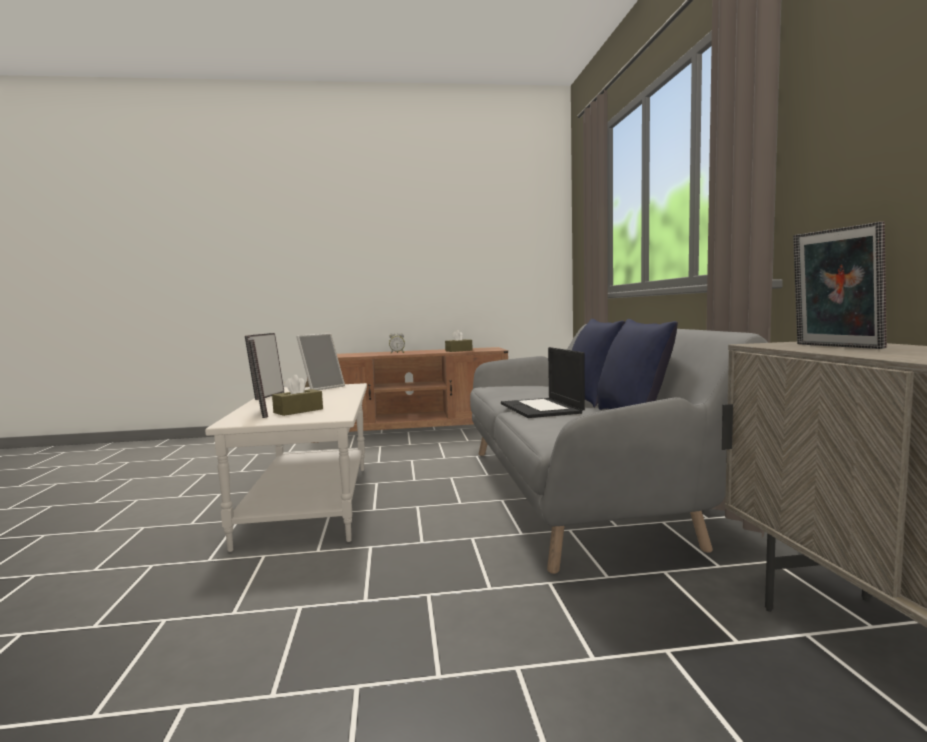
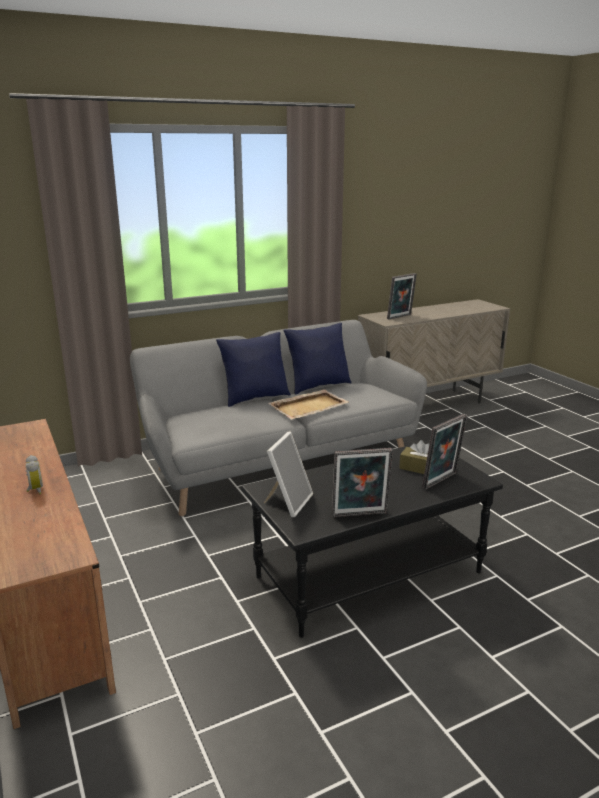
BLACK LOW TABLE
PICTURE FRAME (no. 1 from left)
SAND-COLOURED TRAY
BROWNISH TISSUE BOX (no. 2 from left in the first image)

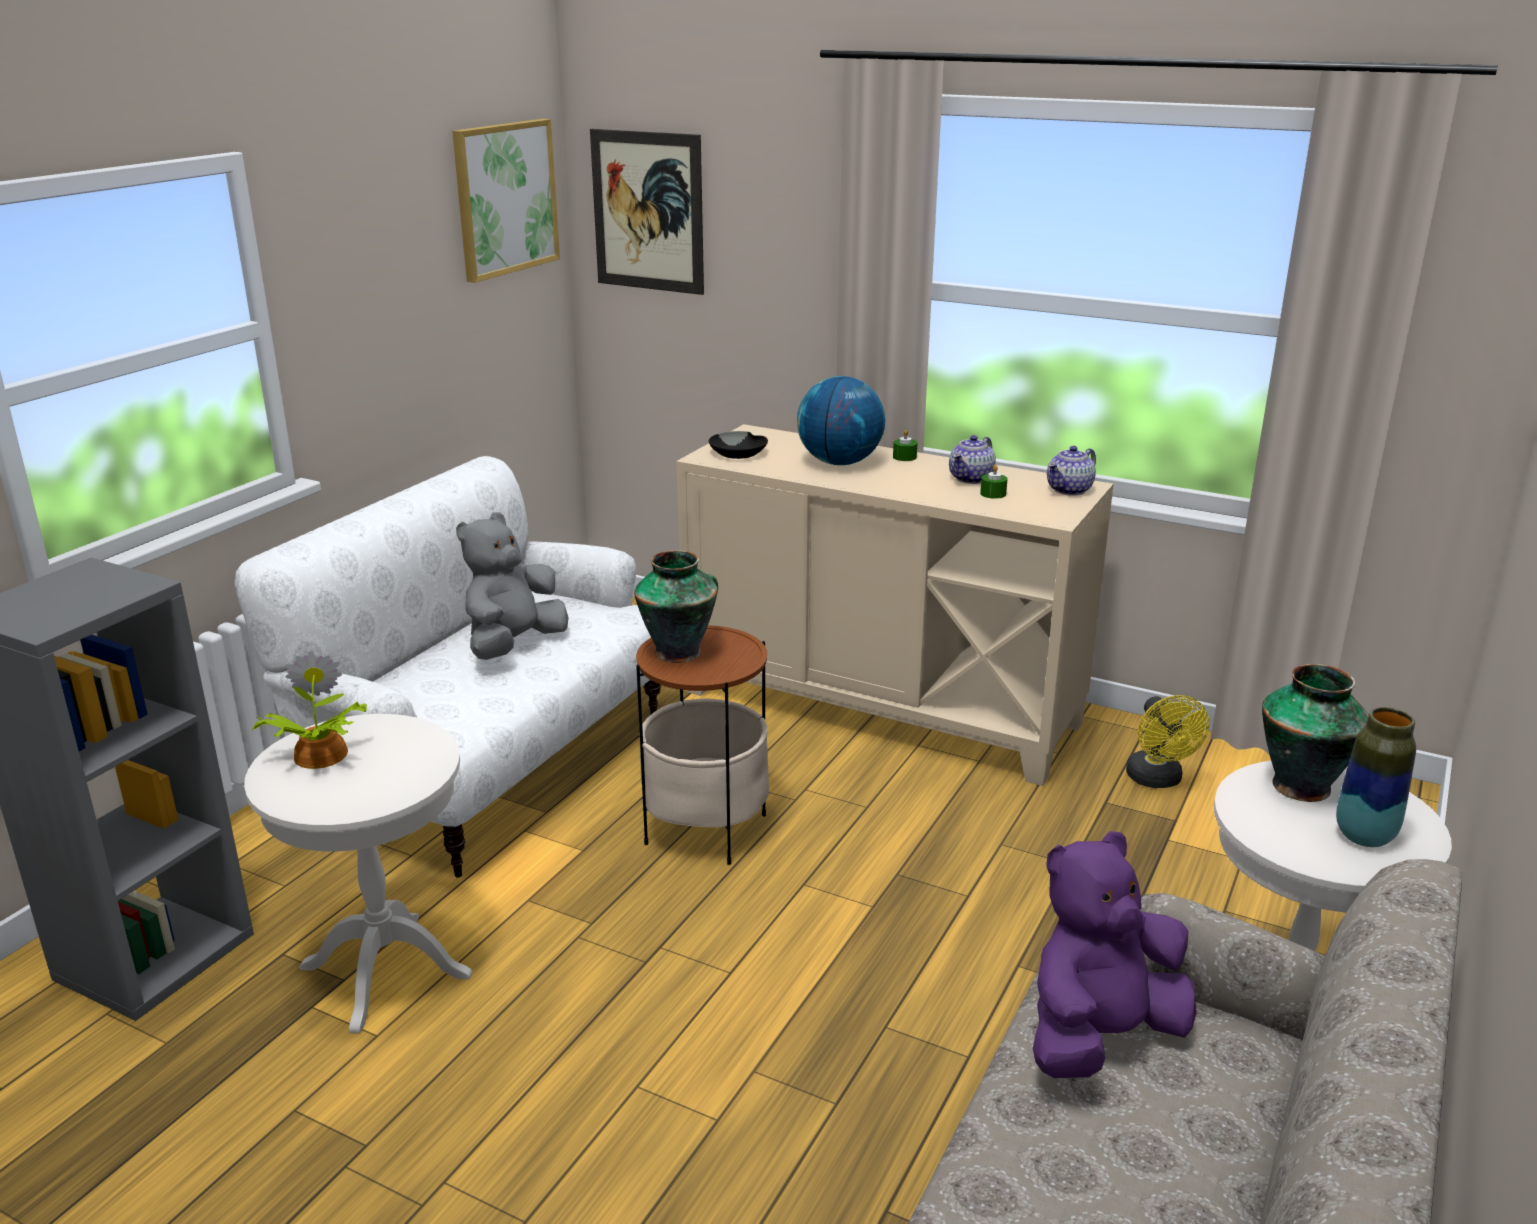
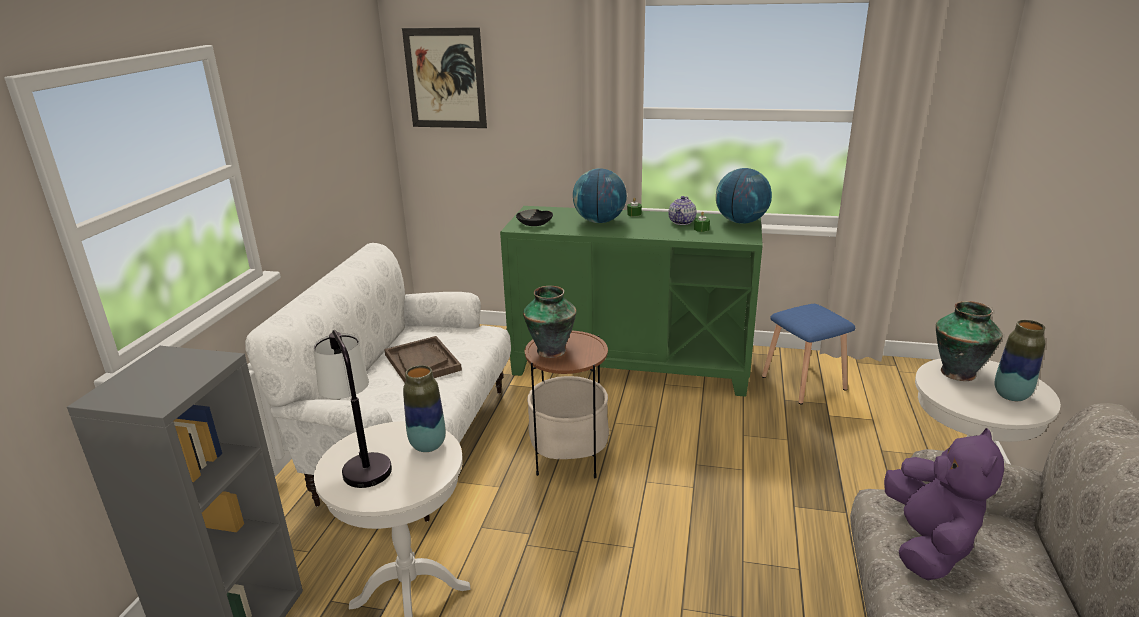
TABLE LAMP
BROWNISH TRAY
VASE (no. 1 from left)
GREENISH CABINET
WORLD GLOBE (no. 2 from left)
BLUE-COLOURED STOOL SEAT
PURPLISH PLUSH TOY
WALL ART (no. 1 from left in the first image)

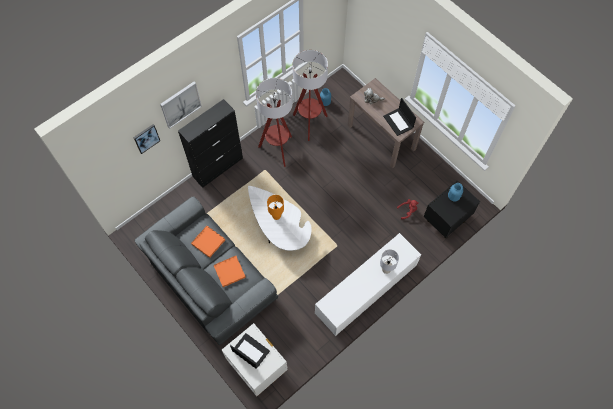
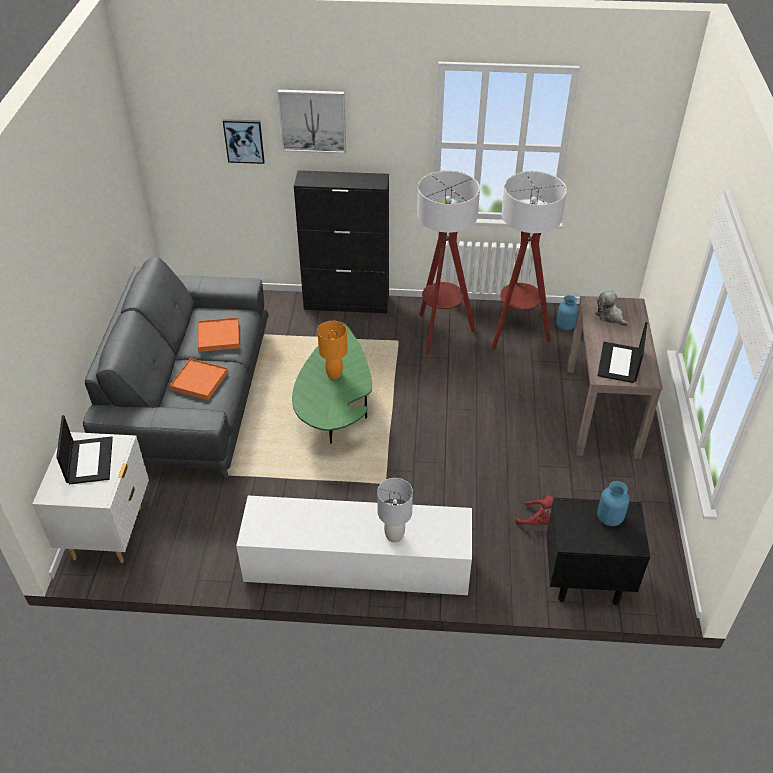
GREENISH LOW TABLE

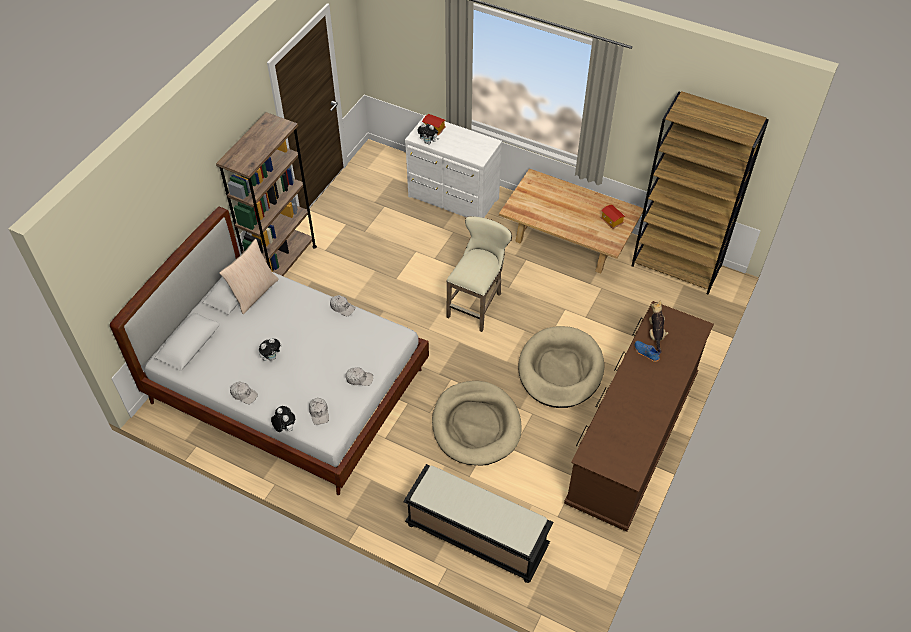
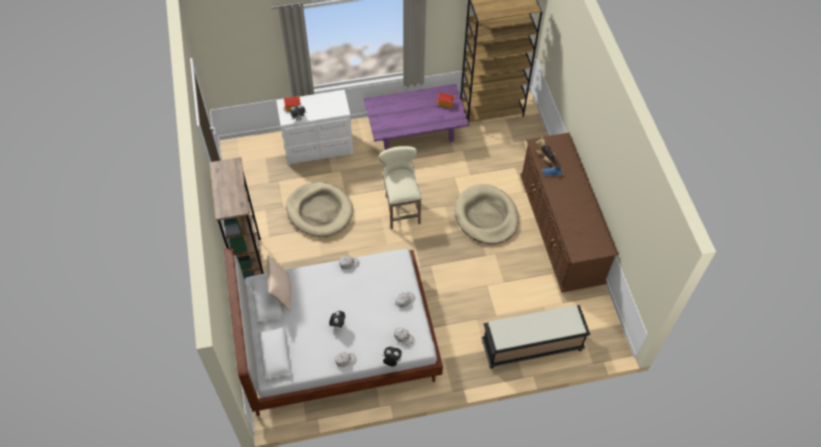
SAND-COLOURED DOG BED (no. 1 from left)
PURPLISH LOW TABLE

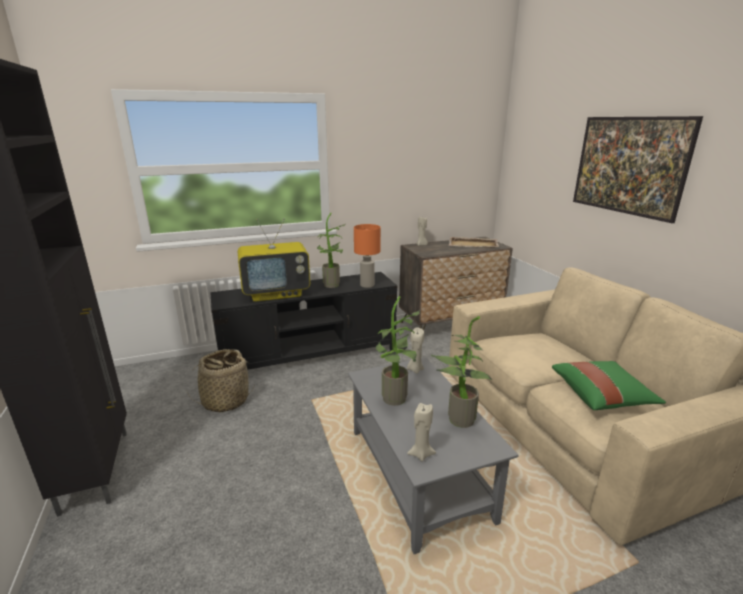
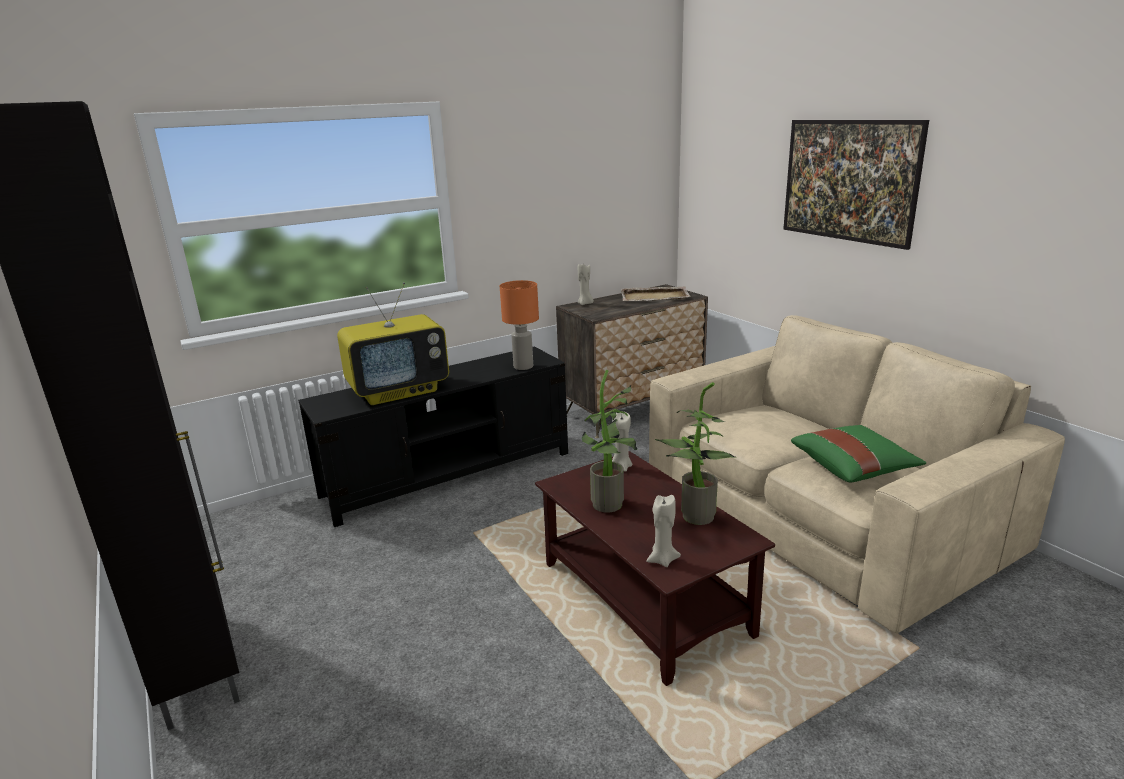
BROWNISH LOW TABLE
HOUSEHOLD BASKET
POTTED PLANT (no. 1 from left in the first image)

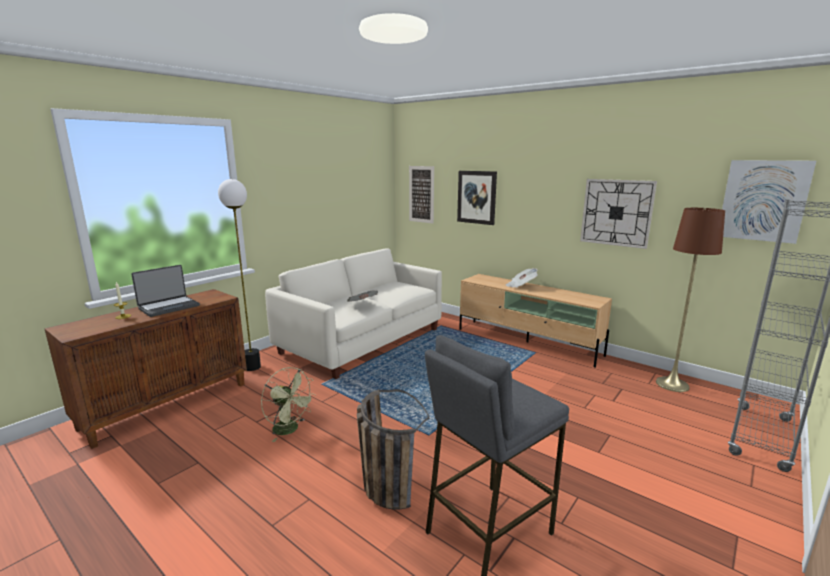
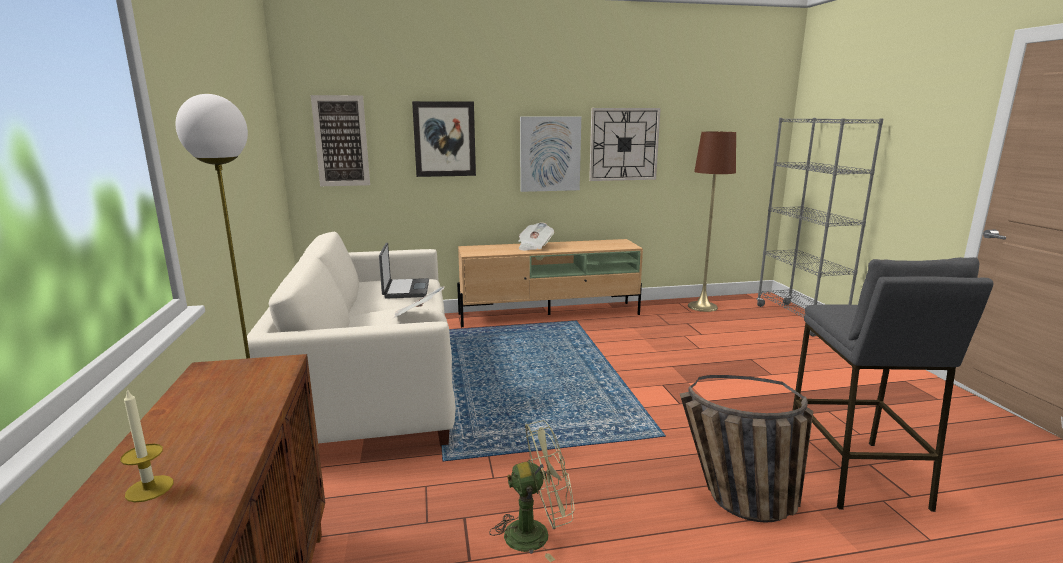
LAPTOP
WALL ART (no. 3 from left)

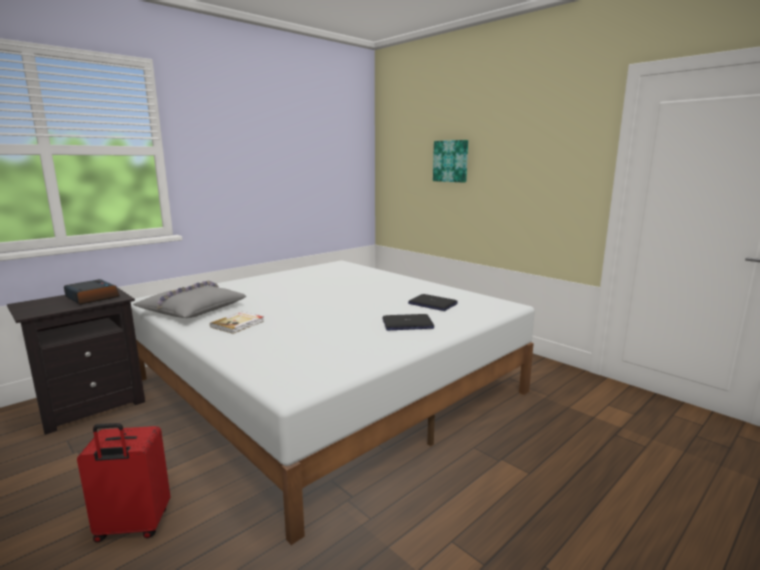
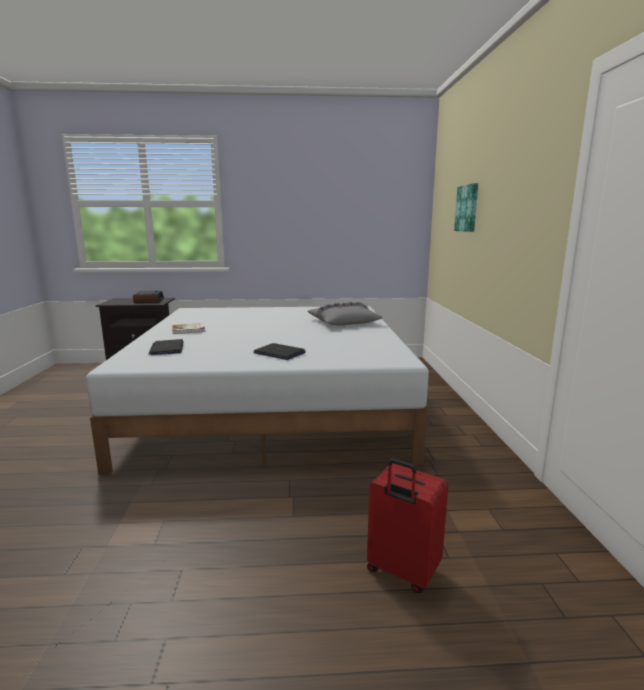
LAPTOP (no. 1 from left)
GREY PILLOW
RED TRAVEL CASE

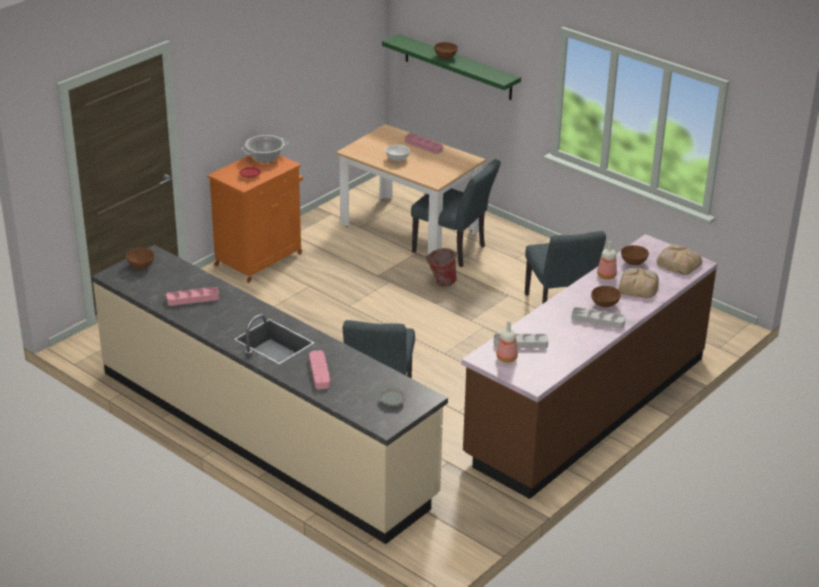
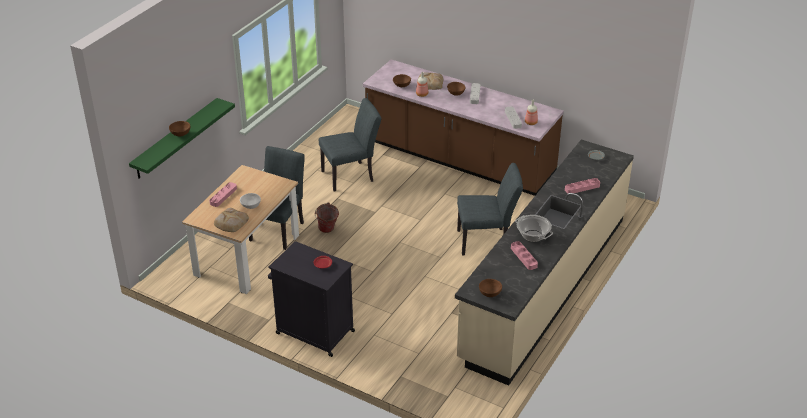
BREAD (no. 1 from left)
BLACK CABINET
COOKING POT

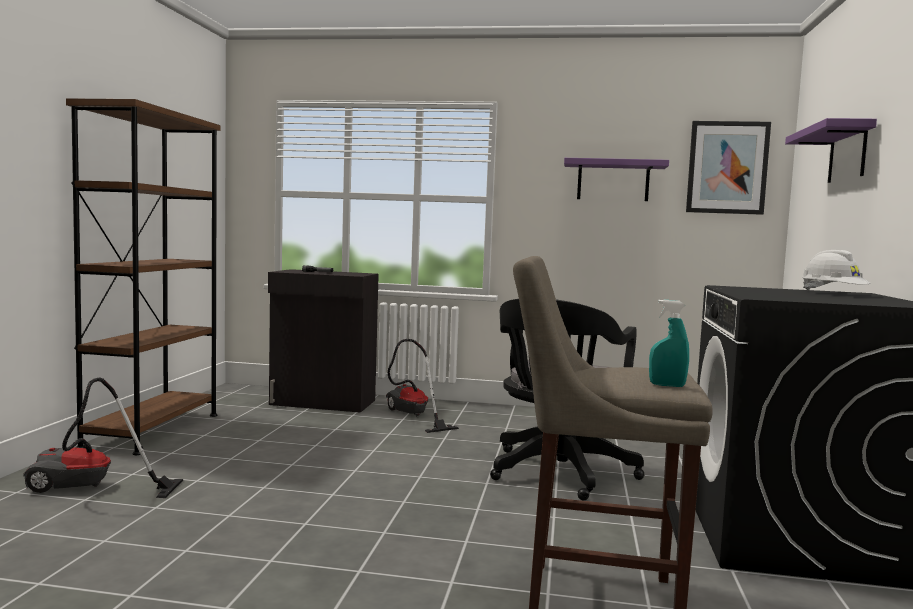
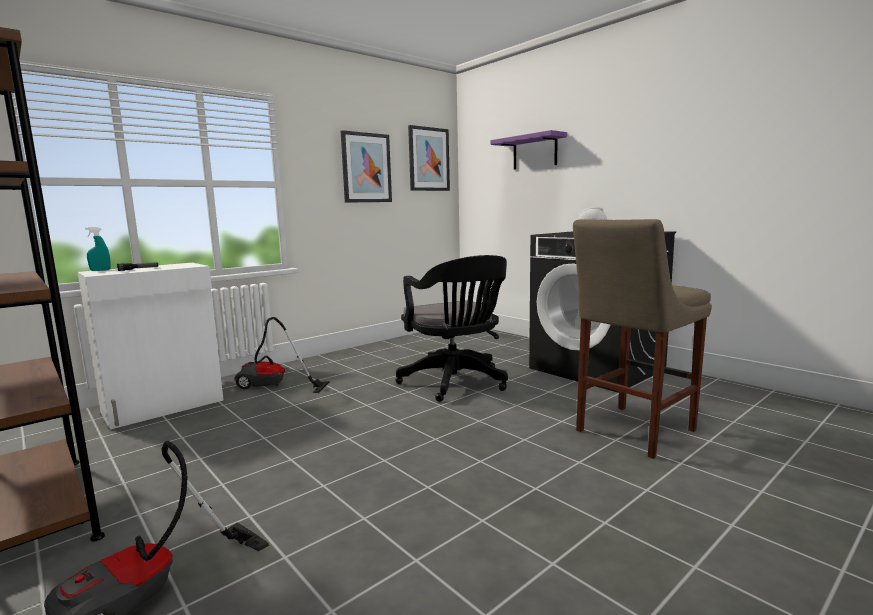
WHITE-COLOURED CABINET
TURQUOISE SPRAYER
WALL ART (no. 1 from left)

